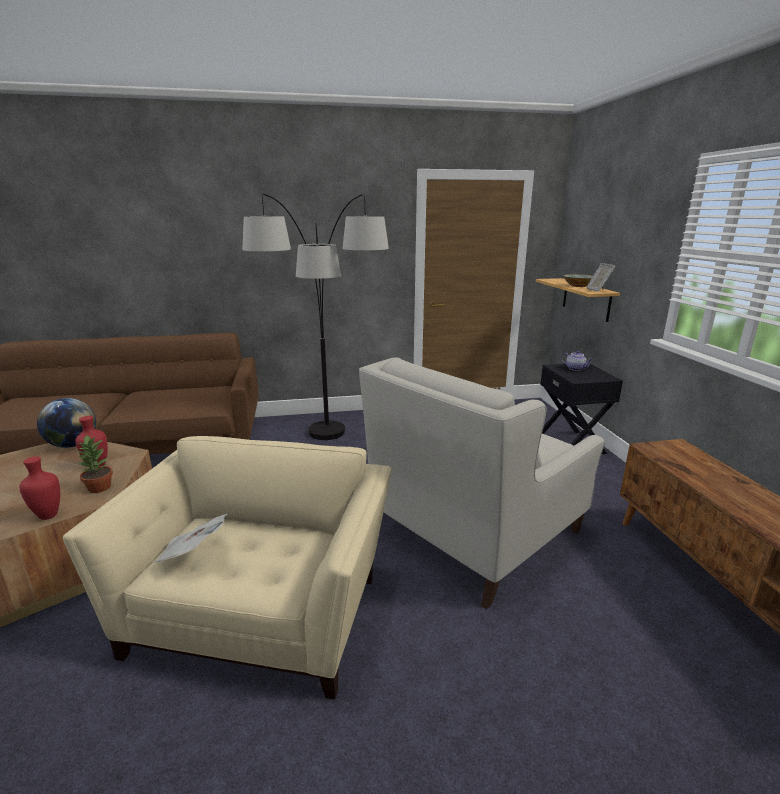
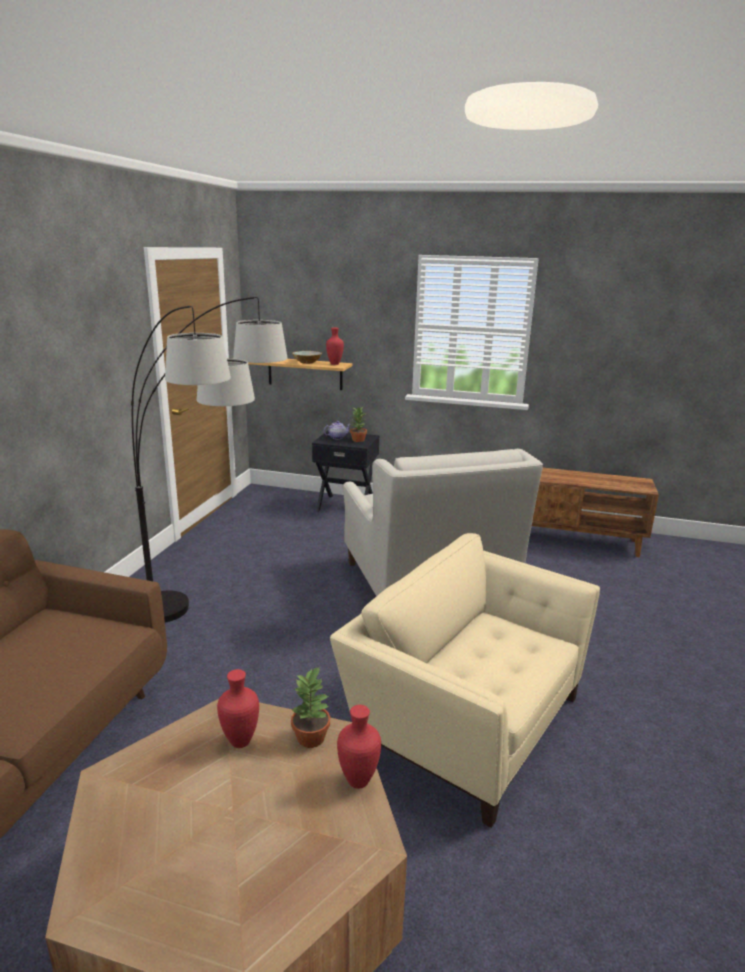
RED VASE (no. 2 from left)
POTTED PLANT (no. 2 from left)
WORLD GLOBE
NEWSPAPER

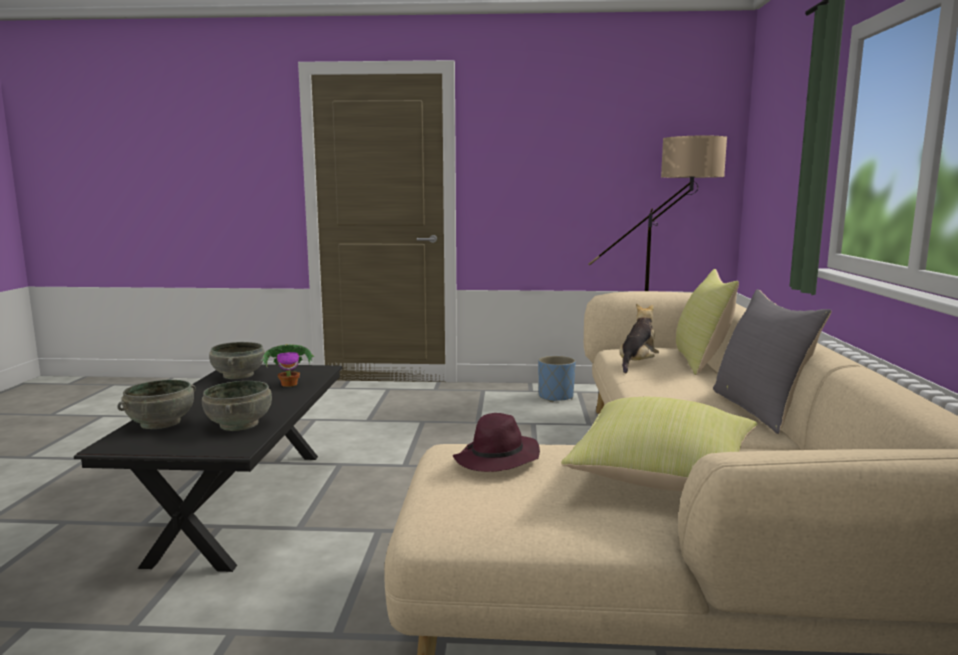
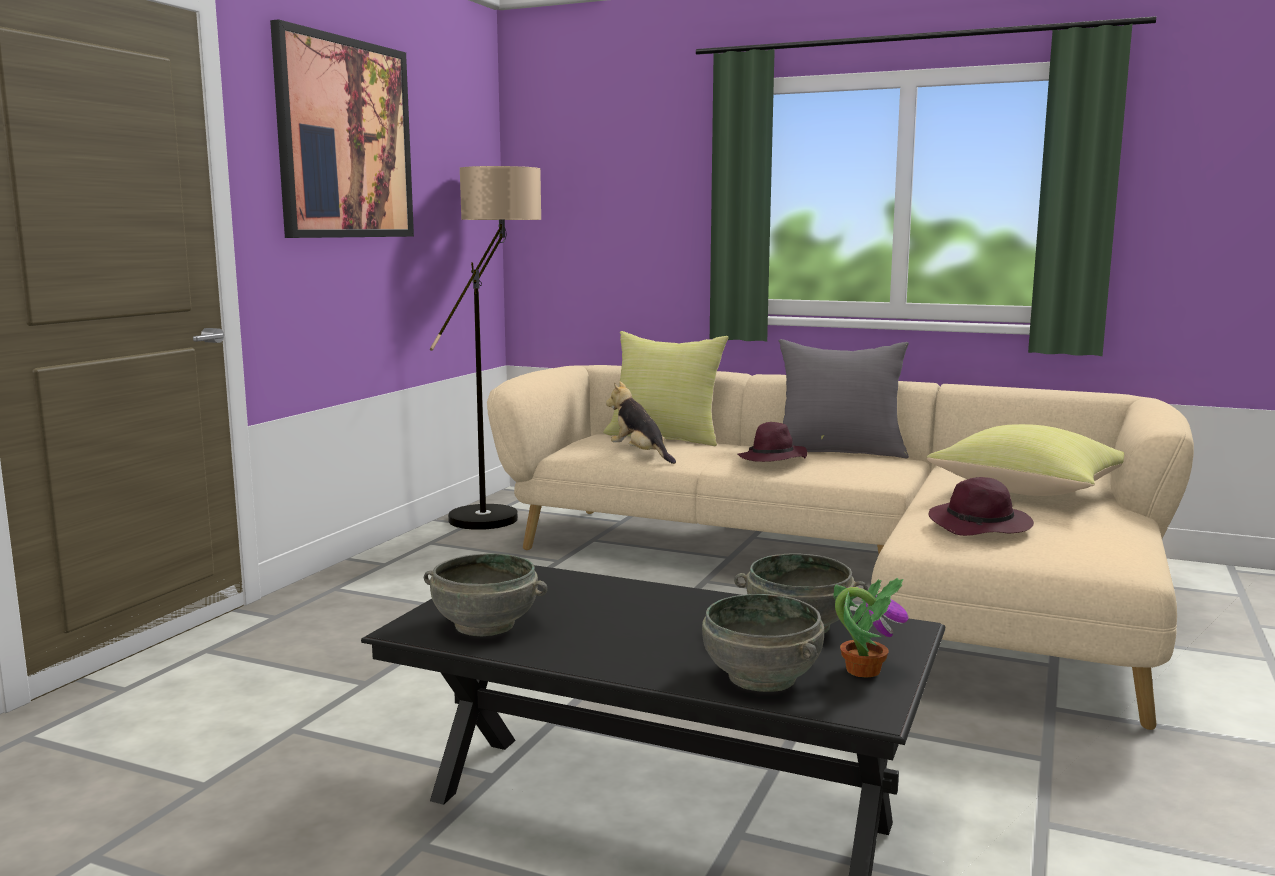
WALL ART
PURPLISH CLOTHING HAT (no. 1 from left)
POTTED PLANT
BLUE-COLOURED PLANTER

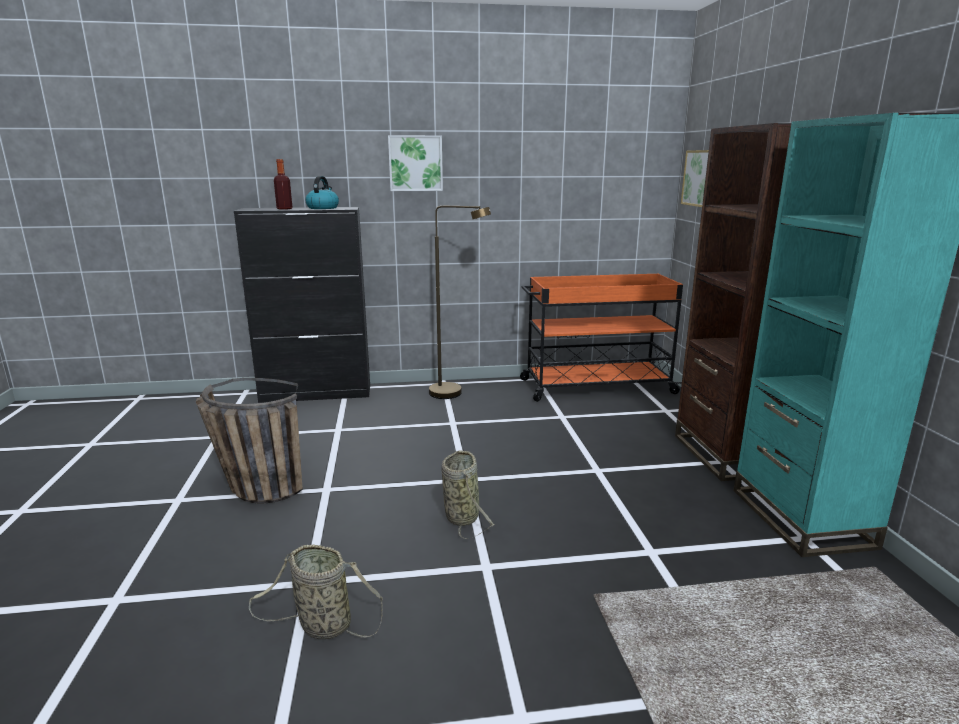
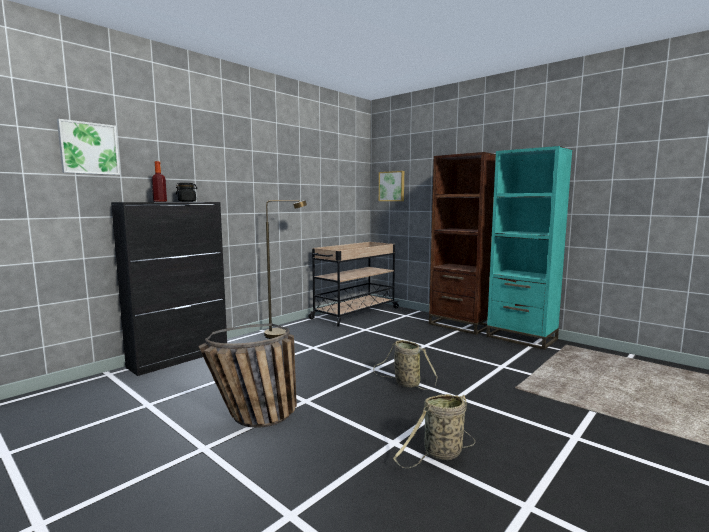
WALL ART (no. 1 from left)
BLACK STORAGE JAR
SAND-COLOURED WHEELED CART

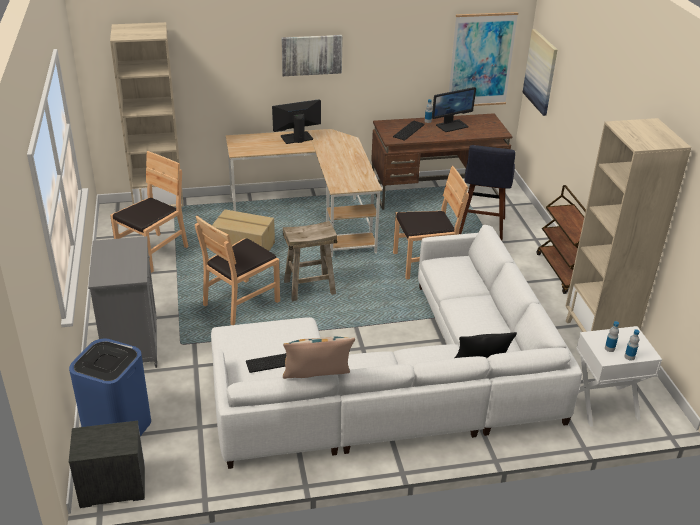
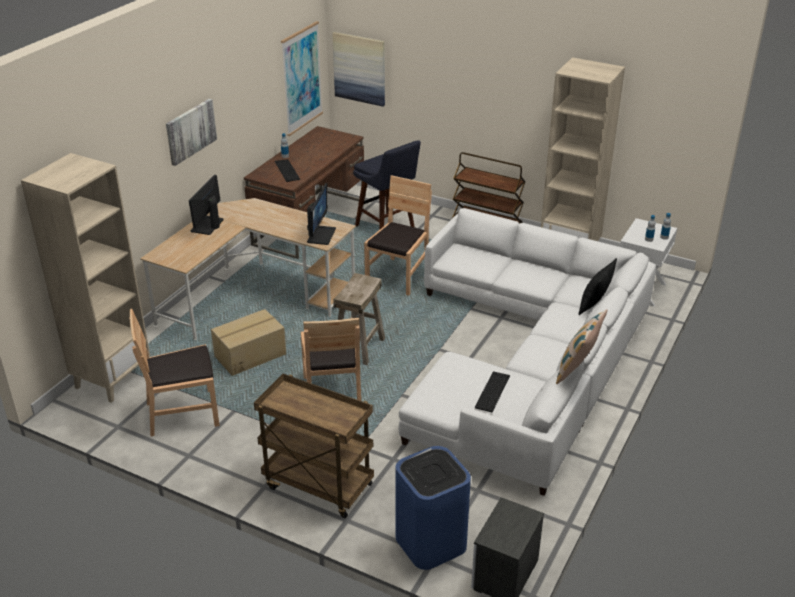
BROWNISH PLAIN CHAIR (no. 1 from left)
BROWNISH WHEELED CART (no. 1 from left)
MONITOR (no. 2 from left)

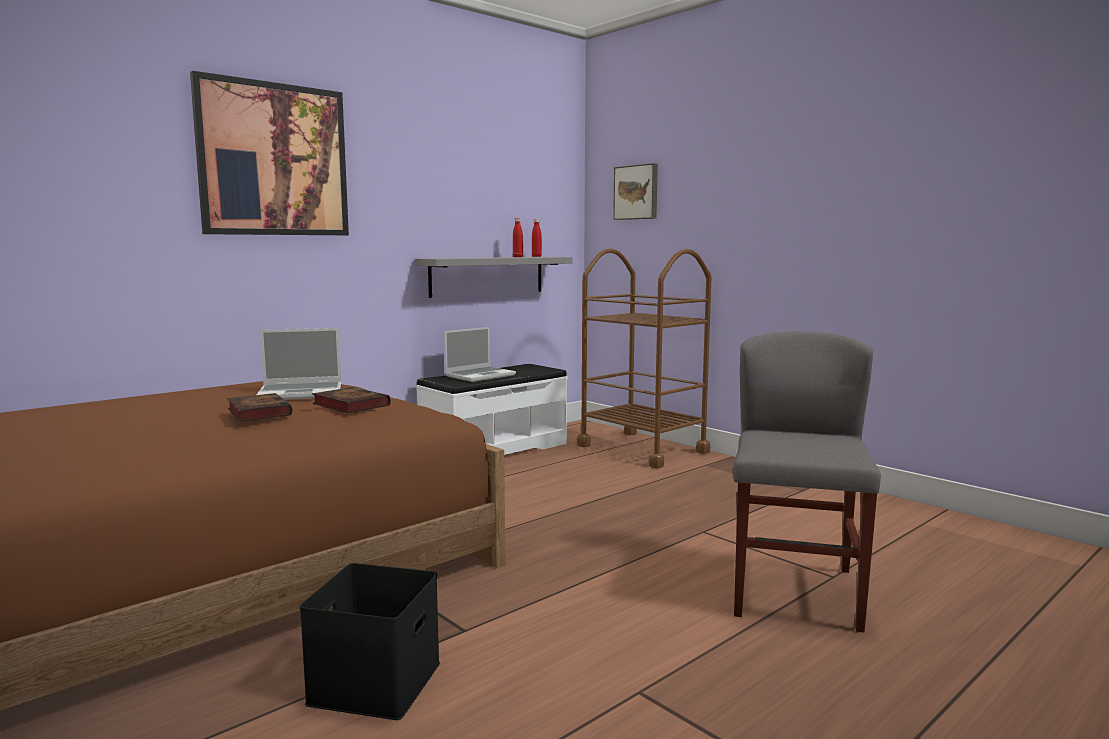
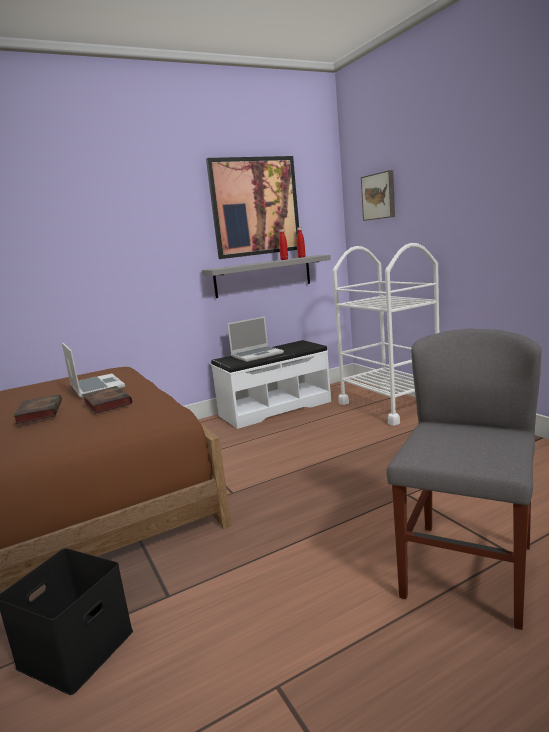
LAPTOP (no. 1 from left)
WALL ART (no. 1 from left)
WHITE-COLOURED WHEELED CART

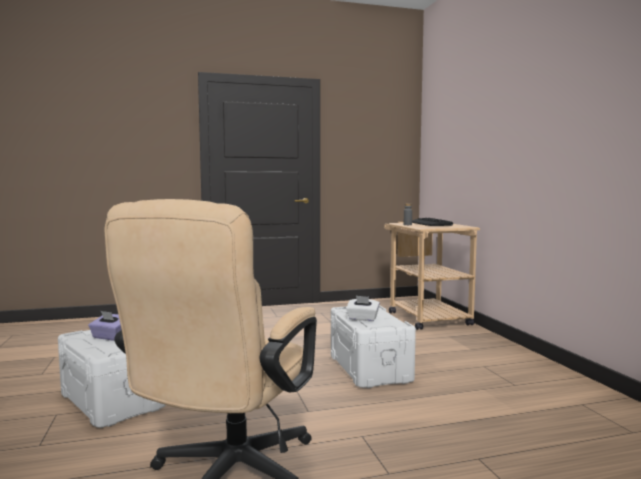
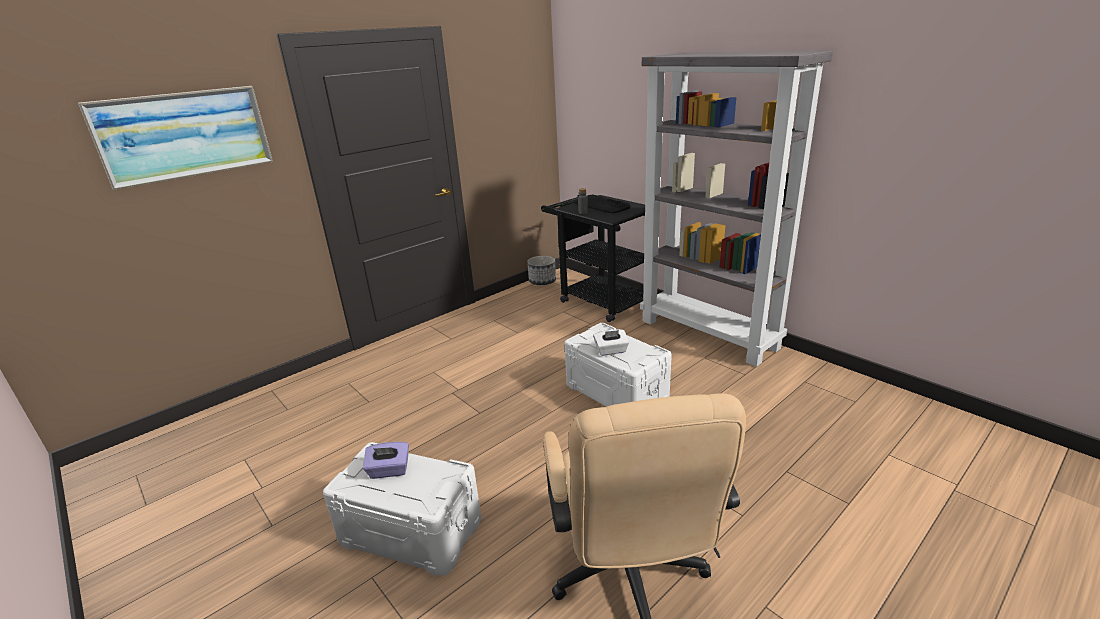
WALL ART
PLANTER
BLACK WHEELED CART
GREY SHELVING UNIT

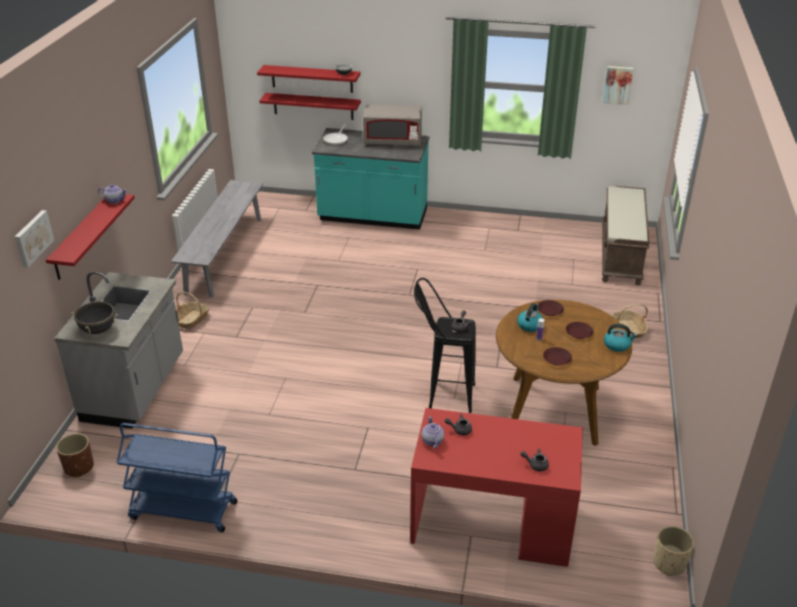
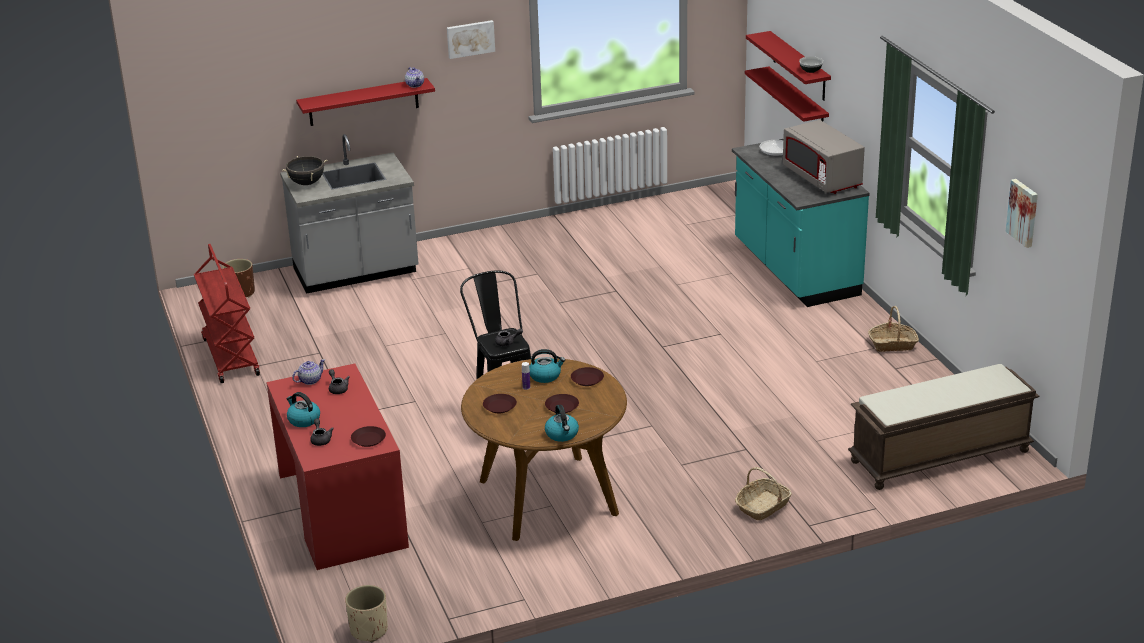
RED WHEELED CART
TEA KETTLE (no. 1 from left)
BROWNISH FLAT DISH (no. 1 from left)
WALL ART (no. 1 from left)
HOUSEHOLD BASKET (no. 2 from left)
GREY INDOOR BENCH

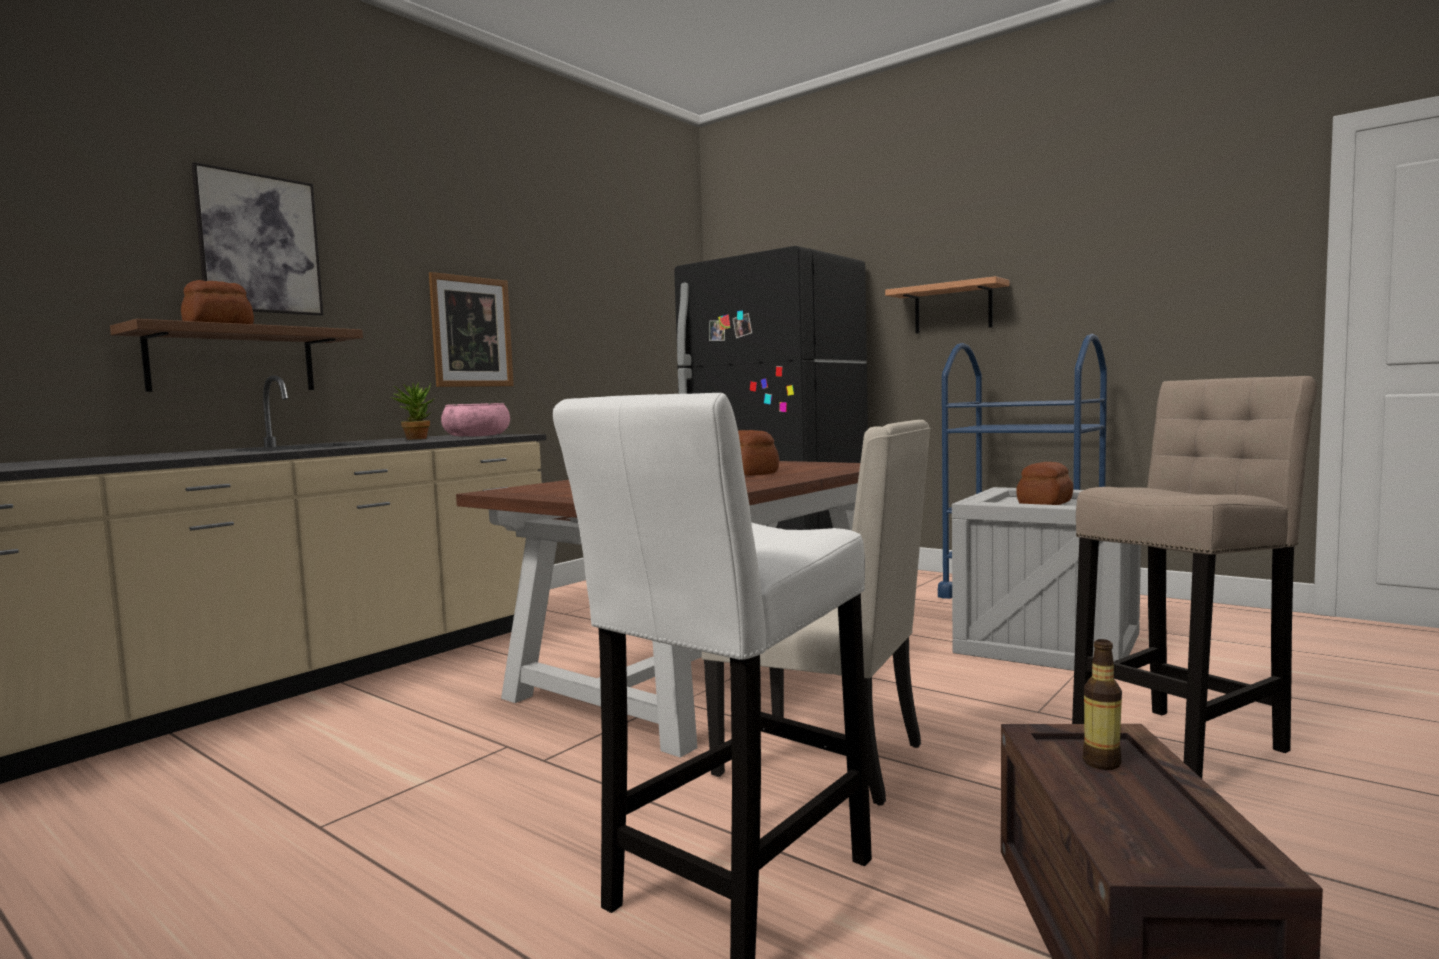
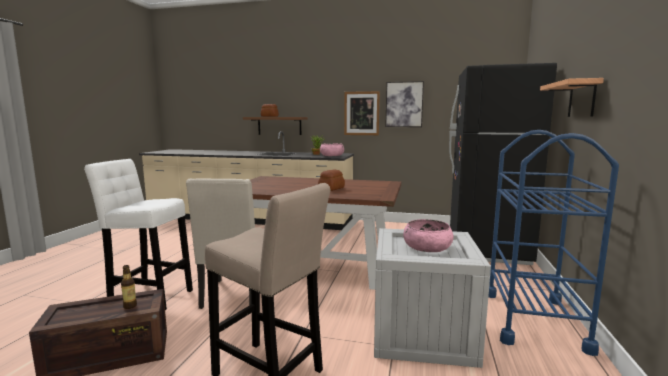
WALL ART (no. 2 from left)
PINK BOWL (no. 2 from left)

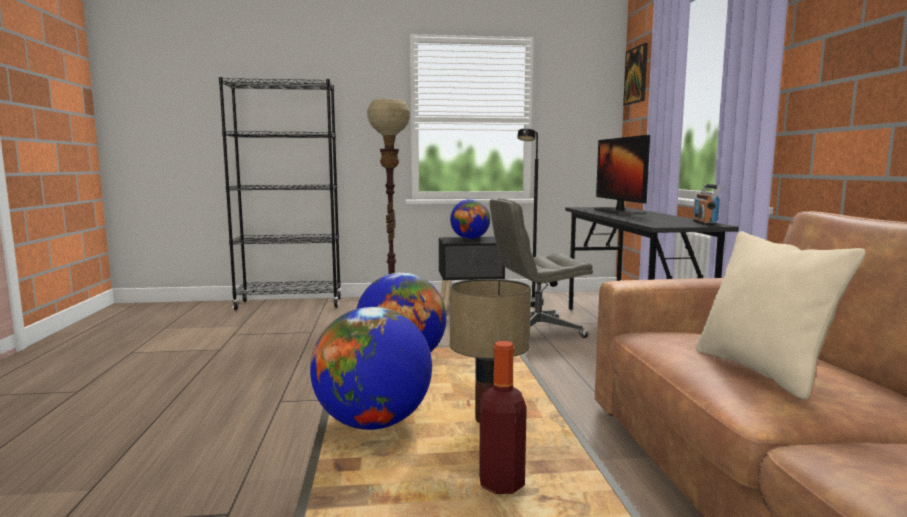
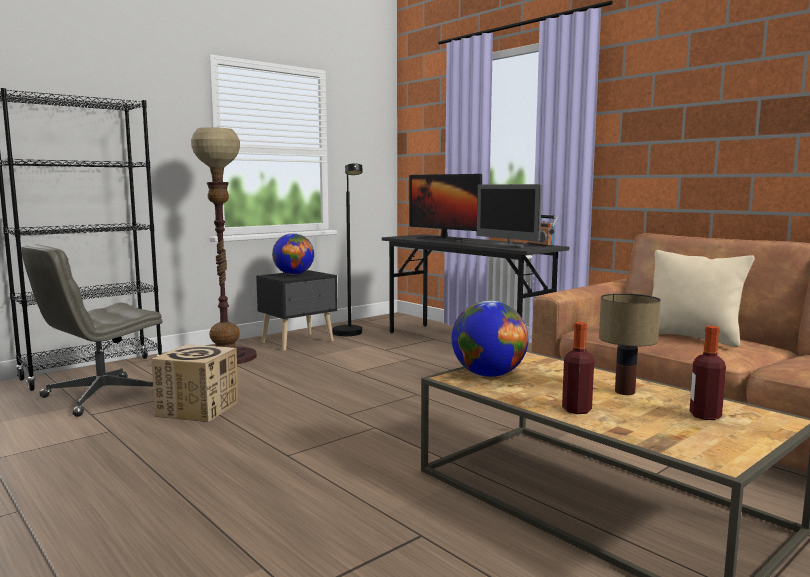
GREY COMPUTER CHAIR
PACKING BOX
MONITOR (no. 2 from left)
BOTTLE (no. 1 from left)
WALL ART

